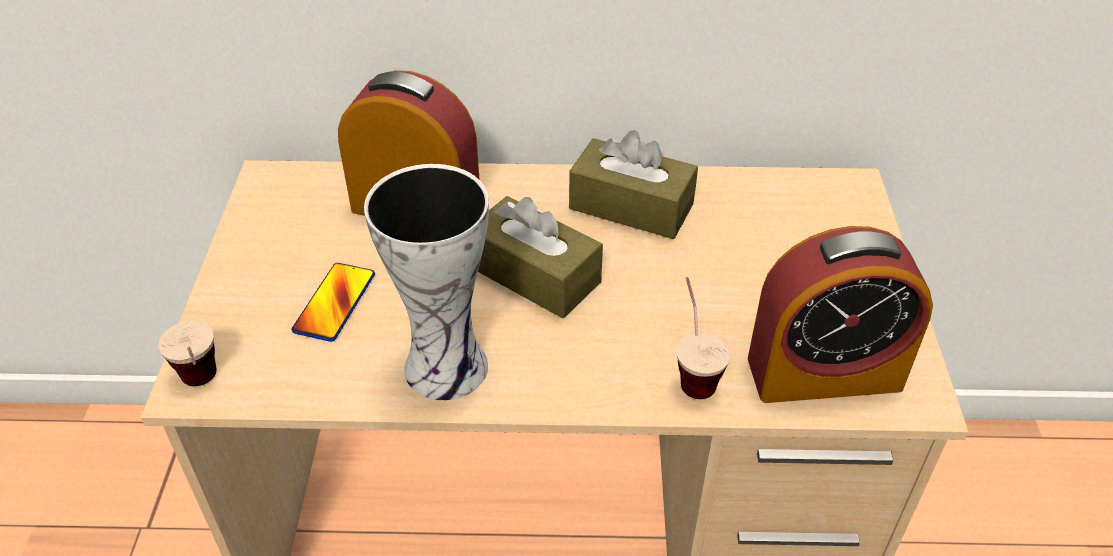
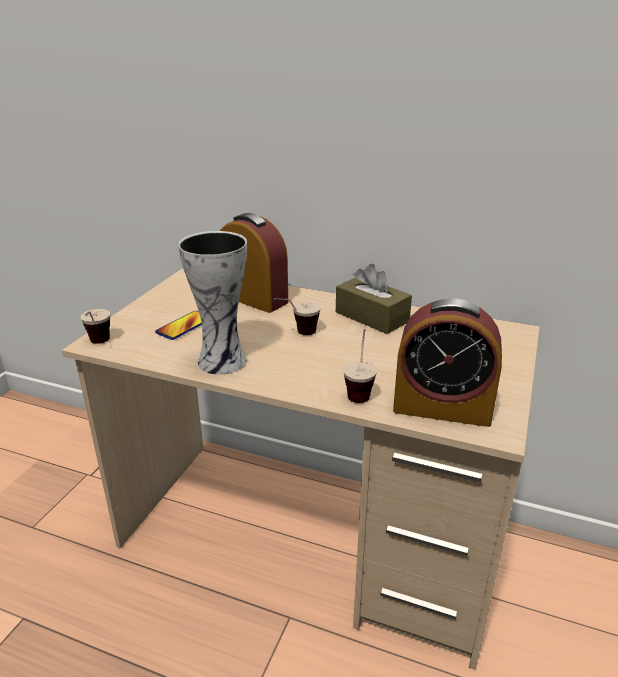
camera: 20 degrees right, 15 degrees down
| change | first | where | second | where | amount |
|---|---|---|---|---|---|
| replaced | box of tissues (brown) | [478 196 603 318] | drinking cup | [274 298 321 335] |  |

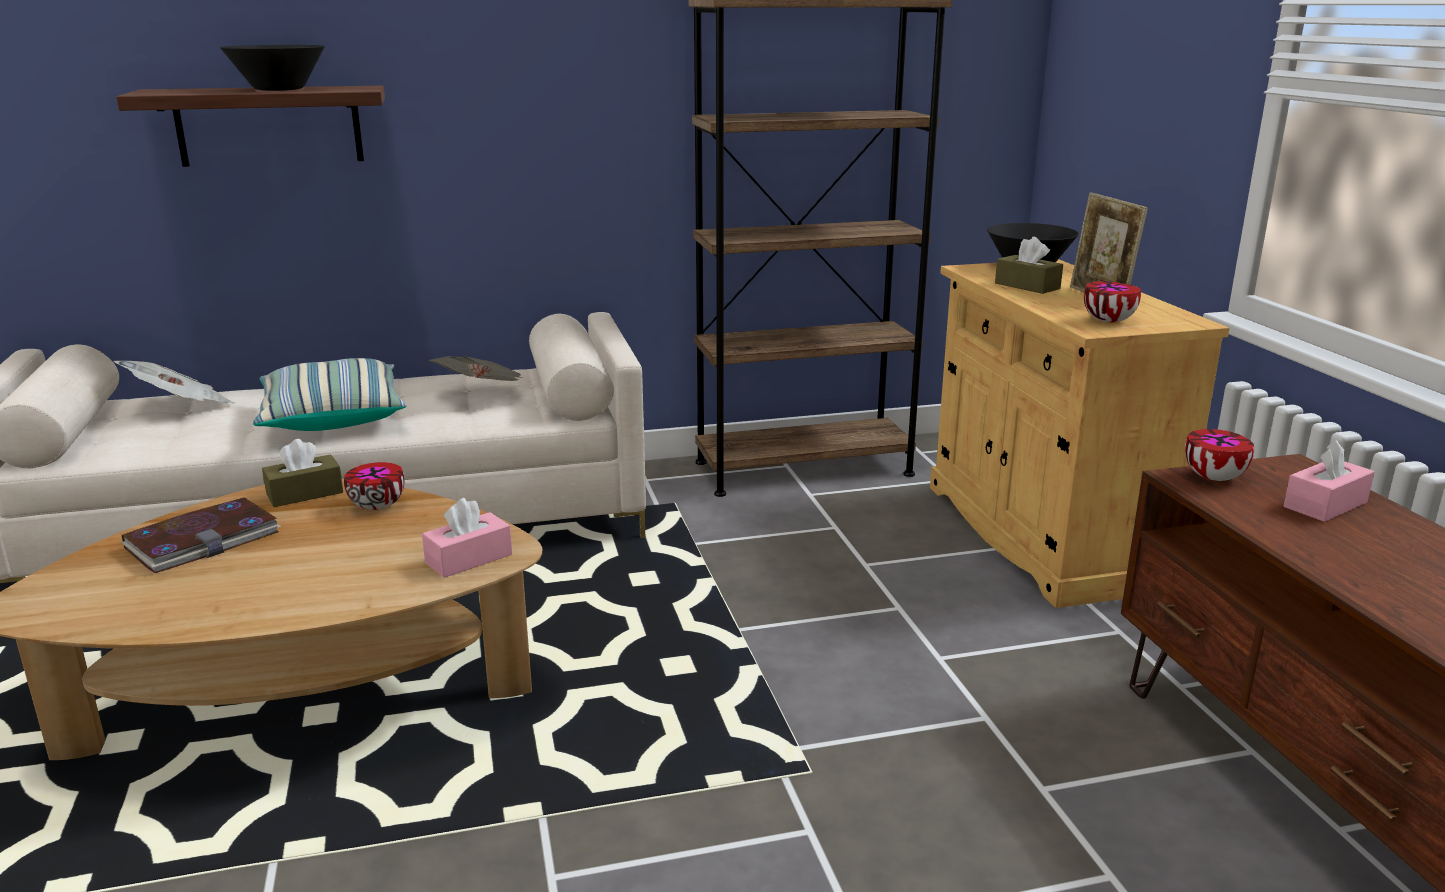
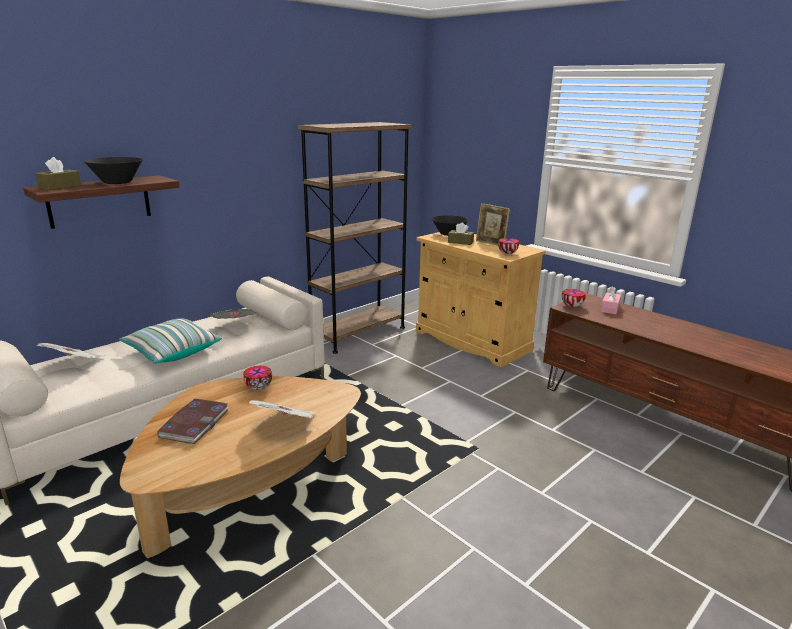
camera: 30 degrees left, 0 degrees up
| change | first | where | second | where | amount |
|---|---|---|---|---|---|
| moved | box of tissues (brown) | [262 439 343 507] |  | [35 157 81 190] |  |
| removed | box of tissues (pink-coloured) | [422 498 512 578] |  |  |  |
| added |  |  | newspaper | [249 400 316 418] |  |

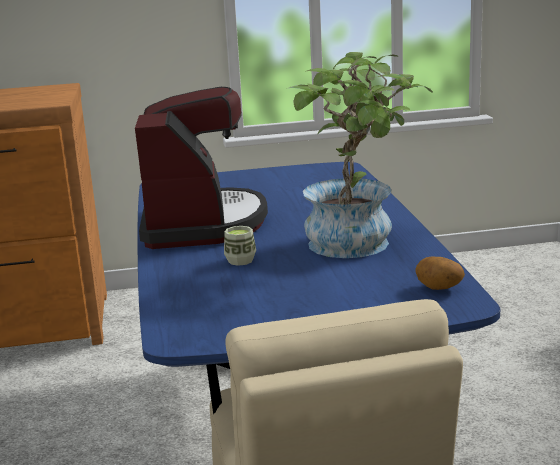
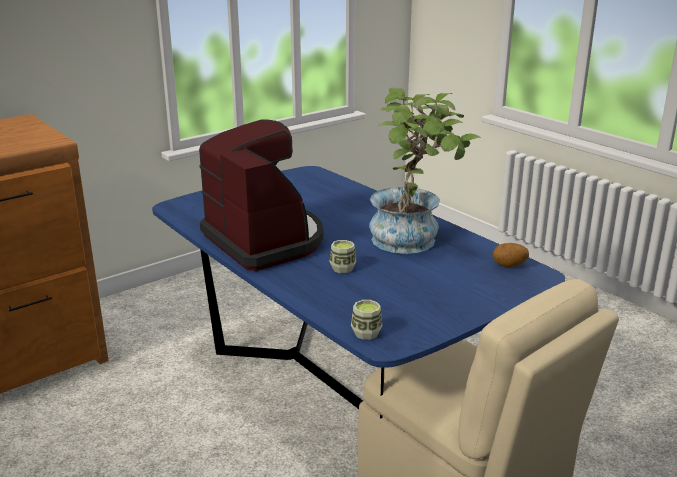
camera: 30 degrees left, 5 degrees up
| change | first | where | second | where | amount |
|---|---|---|---|---|---|
| added |  |  | drinking cup | [351 300 382 340] |  |

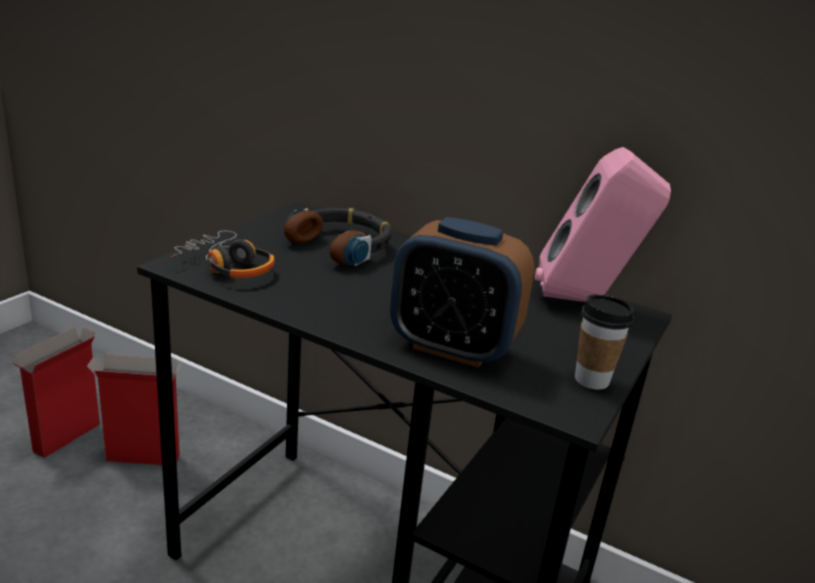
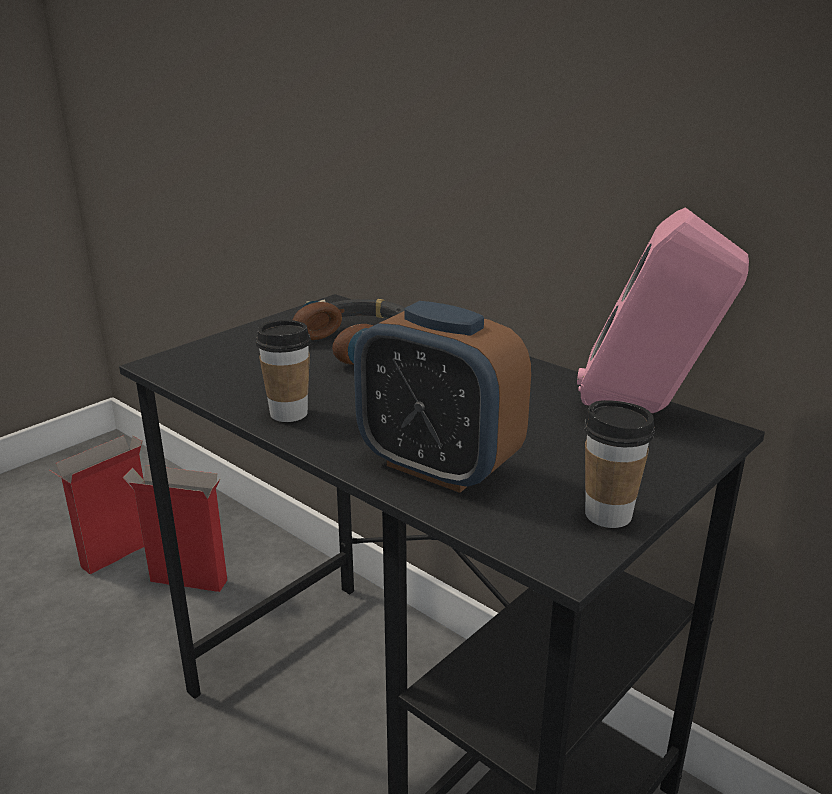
camera: 15 degrees right, 0 degrees up
| change | first | where | second | where | amount |
|---|---|---|---|---|---|
| removed | headphones | [171 231 275 278] |  |  |  |
| added |  |  | drinking cup | [256 320 311 422] |  |

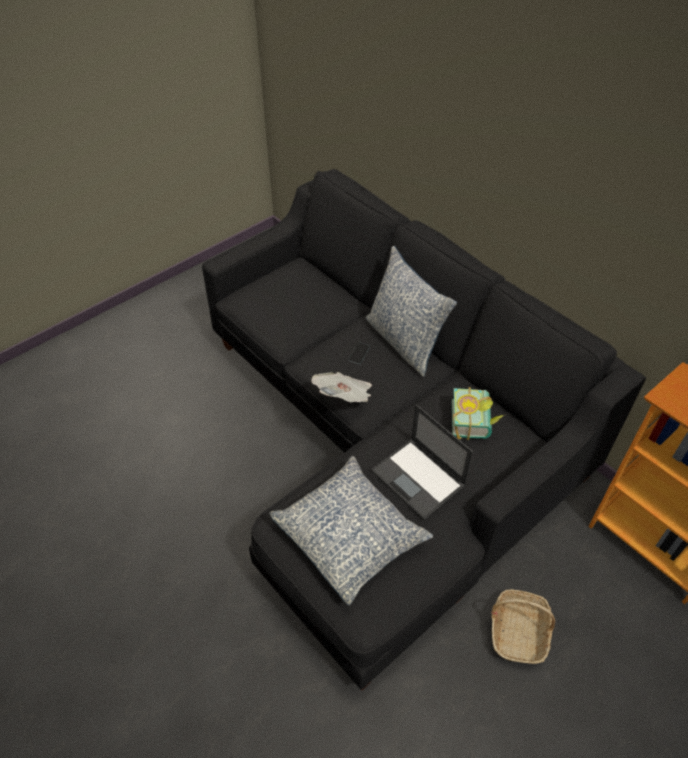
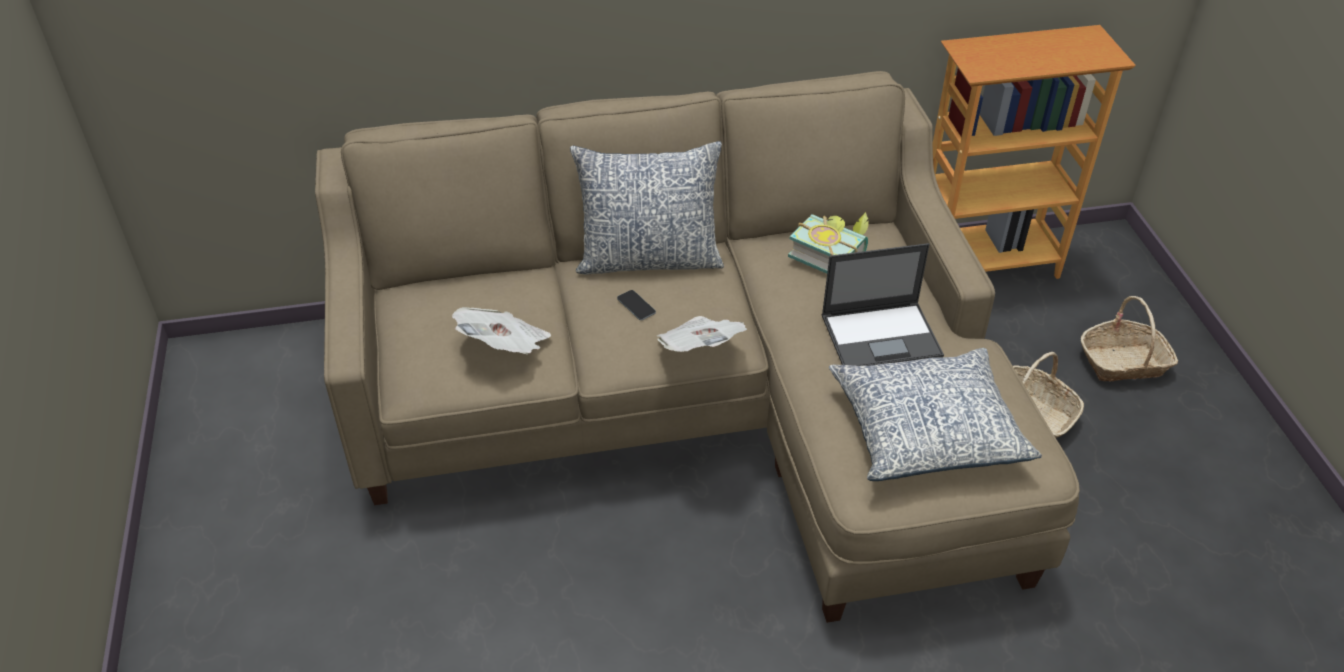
camera: 60 degrees left, 5 degrees down
| change | first | where | second | where | amount |
|---|---|---|---|---|---|
| recoloured | sofa (black-coloured) | [202 169 646 690] | sofa (beige) | [315 71 1080 623] |  |
| added |  |  | newspaper | [452 307 551 354] |  |
| added |  |  | household basket | [1081 296 1178 382] |  |

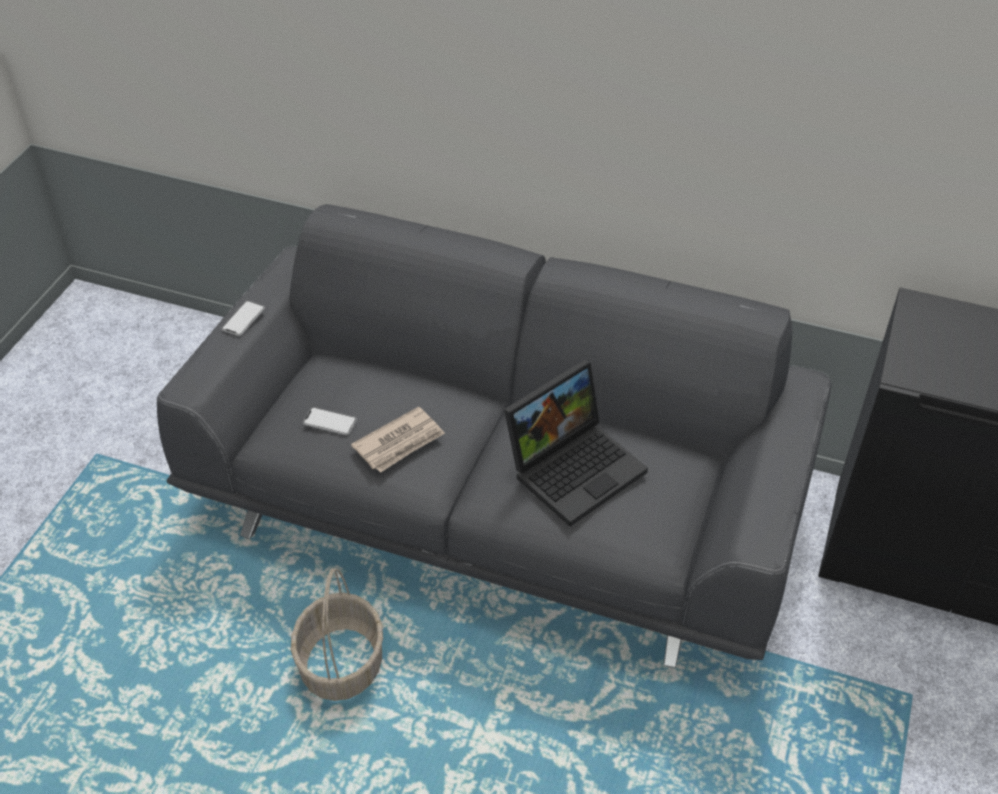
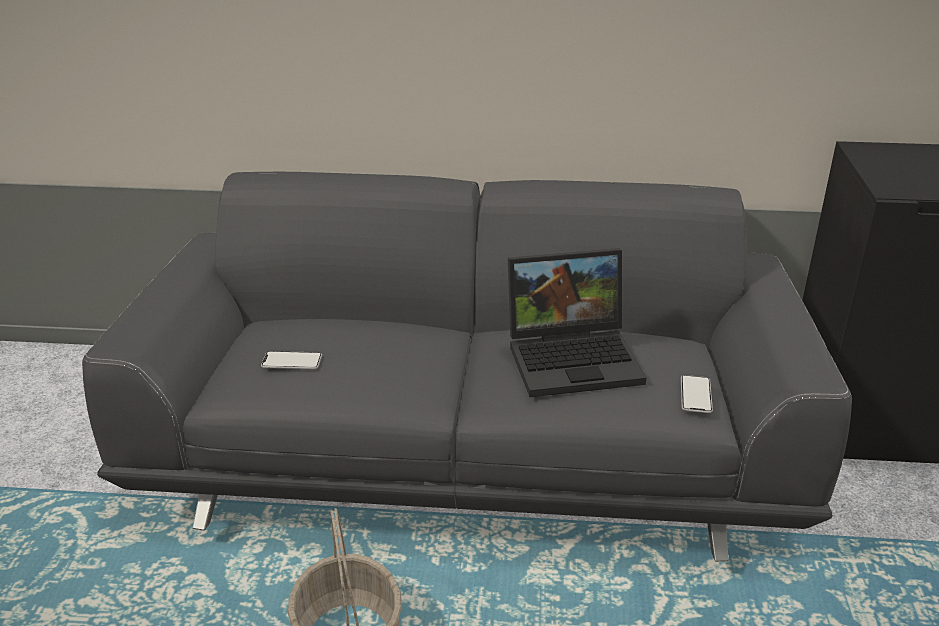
camera: 15 degrees left, 15 degrees down
| change | first | where | second | where | amount |
|---|---|---|---|---|---|
| moved | phone | [221 301 265 336] |  | [681 375 713 413] |  |
| removed | newspaper | [351 407 445 473] |  |  |  |
| turned | laptop | [504 360 648 526] |  | [508 248 646 397] | 45 degrees clockwise |

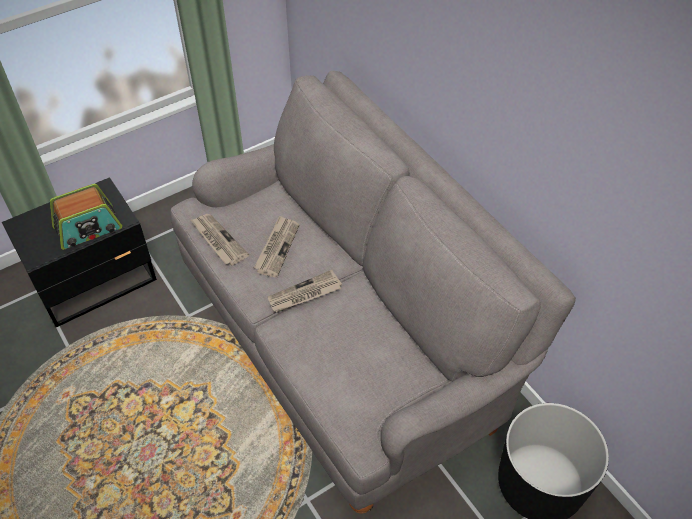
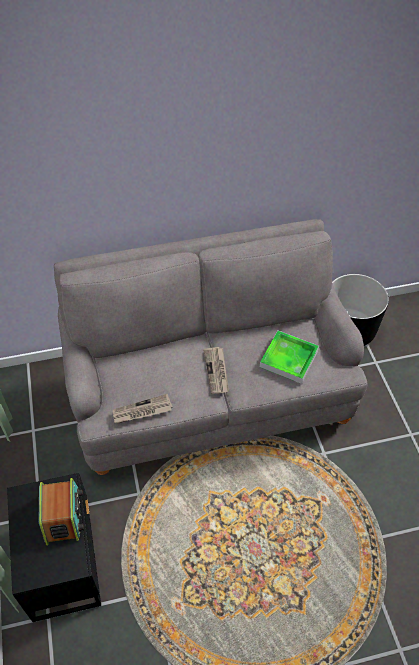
camera: 70 degrees left, 0 degrees up
| change | first | where | second | where | amount |
|---|---|---|---|---|---|
| removed | newspaper | [254 215 299 277] |  |  |  |
| added |  |  | serving tray | [260 331 319 384] |  |

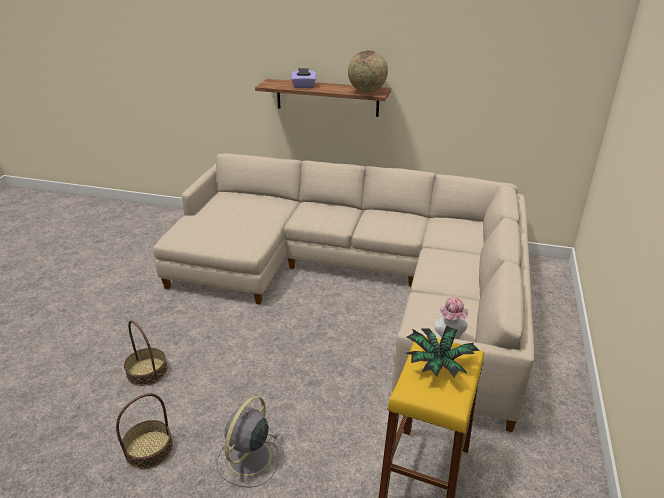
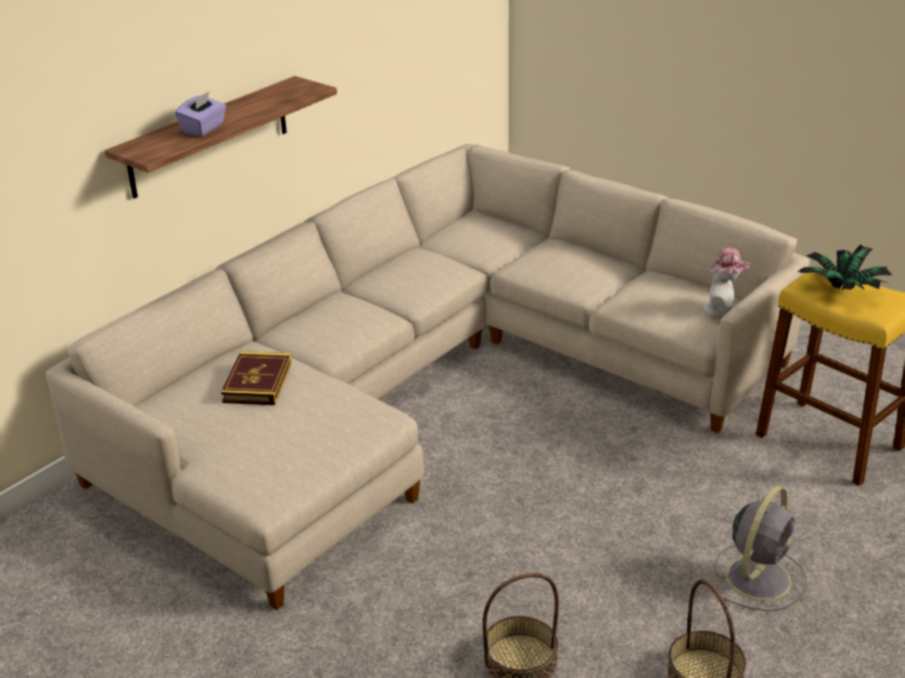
camera: 65 degrees left, 0 degrees up
| change | first | where | second | where | amount |
|---|---|---|---|---|---|
| turned | fan (gray) | [216 396 279 488] |  | [715 486 807 612] | 105 degrees counterclockwise |
| removed | desk globe | [348 50 388 92] |  |  |  |
| added |  |  | volume | [221 351 292 405] |  |

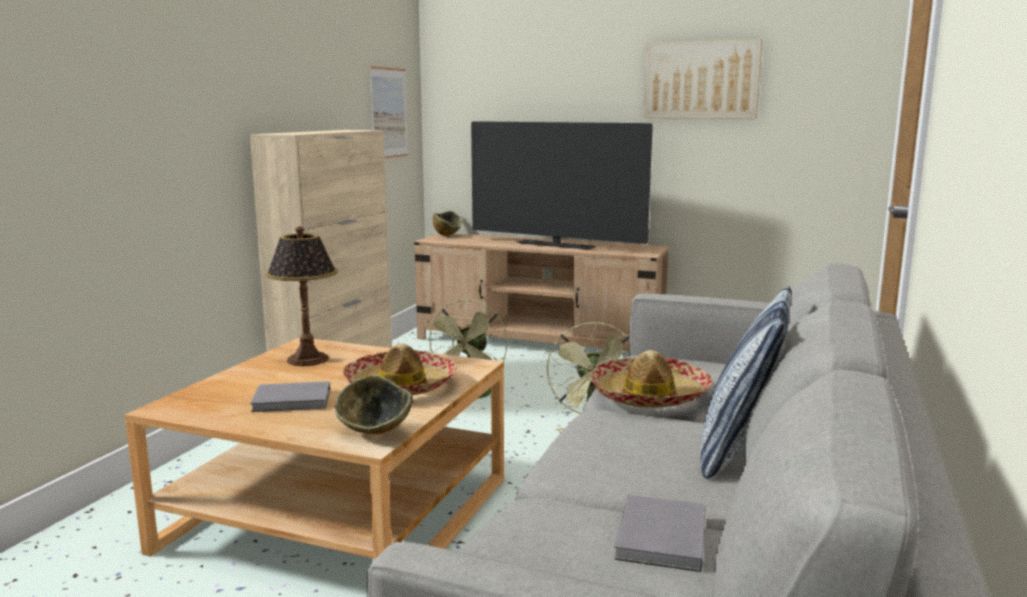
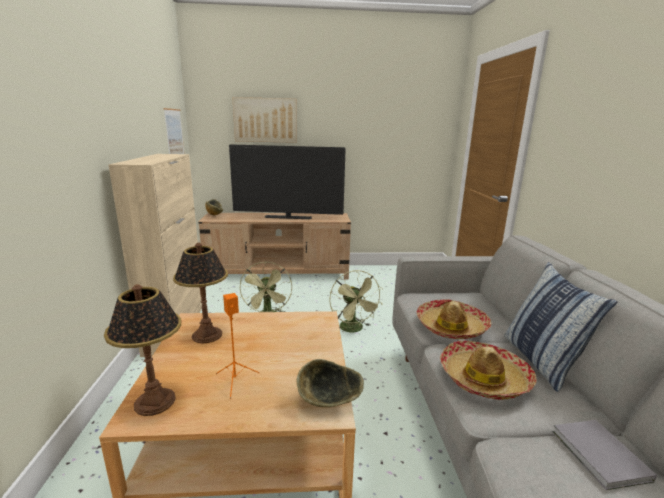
camera: 25 degrees left, 5 degrees up
| change | first | where | second | where | amount |
|---|---|---|---|---|---|
| replaced | volume (gray) | [250 381 330 412] | loudspeaker (orangey) | [216 293 260 399] |  |
| moved | clothing hat | [343 343 456 395] |  | [440 341 537 400] |  |
| moved | wall picture | [644 39 762 119] |  | [232 97 297 143] |  |
| added |  |  | tabletop lamp | [104 284 181 416] |  |

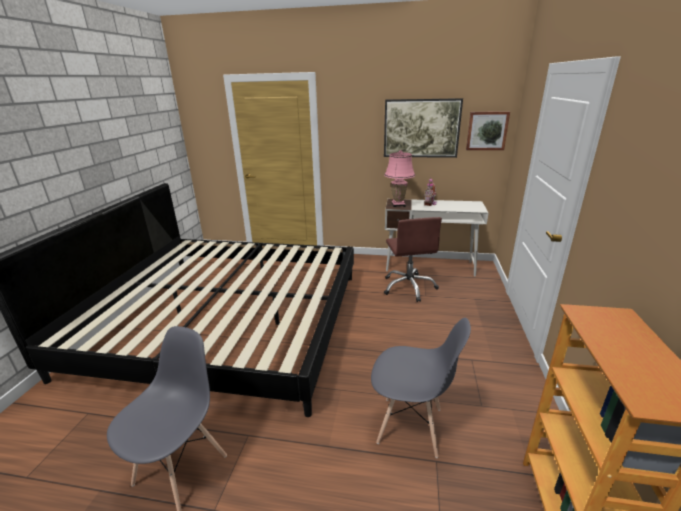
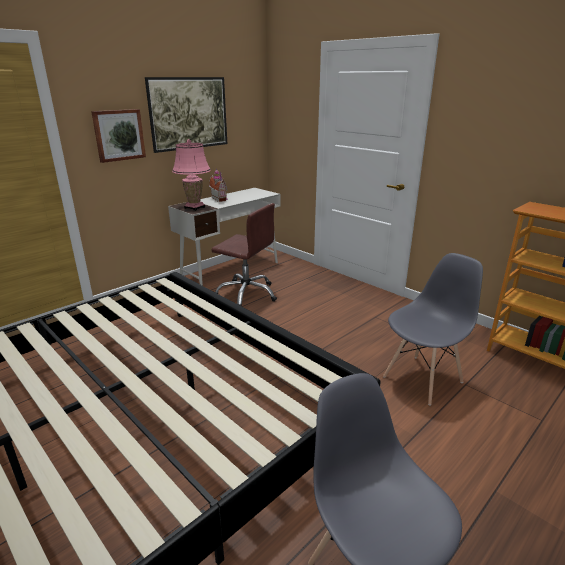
camera: 55 degrees left, 0 degrees up
| change | first | where | second | where | amount |
|---|---|---|---|---|---|
| moved | wall picture | [466 111 510 150] |  | [91 109 146 163] |  |

